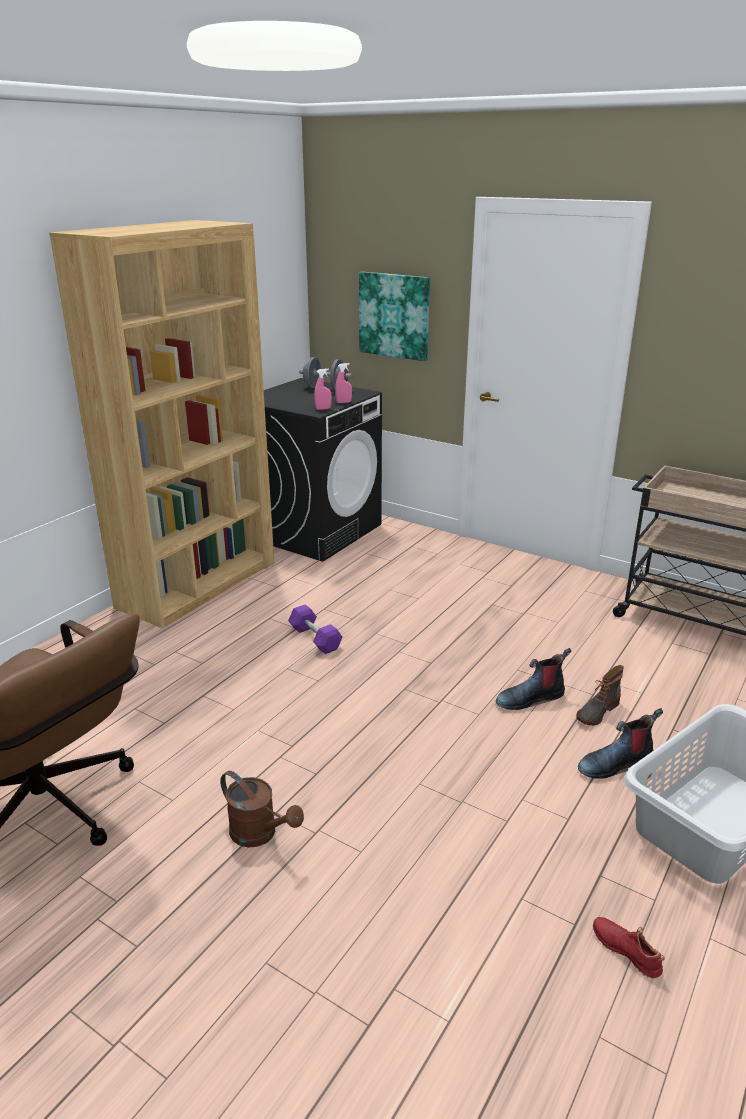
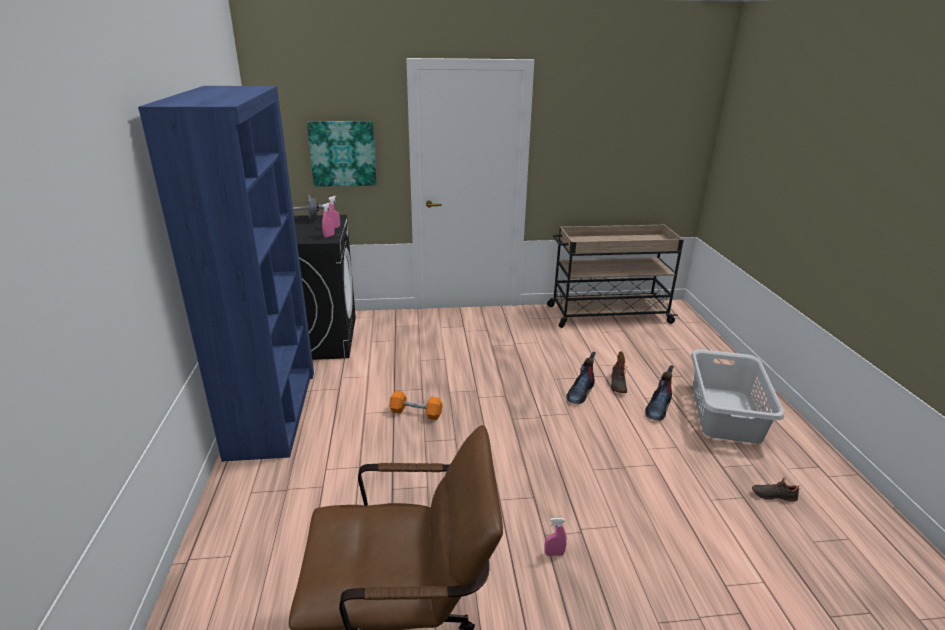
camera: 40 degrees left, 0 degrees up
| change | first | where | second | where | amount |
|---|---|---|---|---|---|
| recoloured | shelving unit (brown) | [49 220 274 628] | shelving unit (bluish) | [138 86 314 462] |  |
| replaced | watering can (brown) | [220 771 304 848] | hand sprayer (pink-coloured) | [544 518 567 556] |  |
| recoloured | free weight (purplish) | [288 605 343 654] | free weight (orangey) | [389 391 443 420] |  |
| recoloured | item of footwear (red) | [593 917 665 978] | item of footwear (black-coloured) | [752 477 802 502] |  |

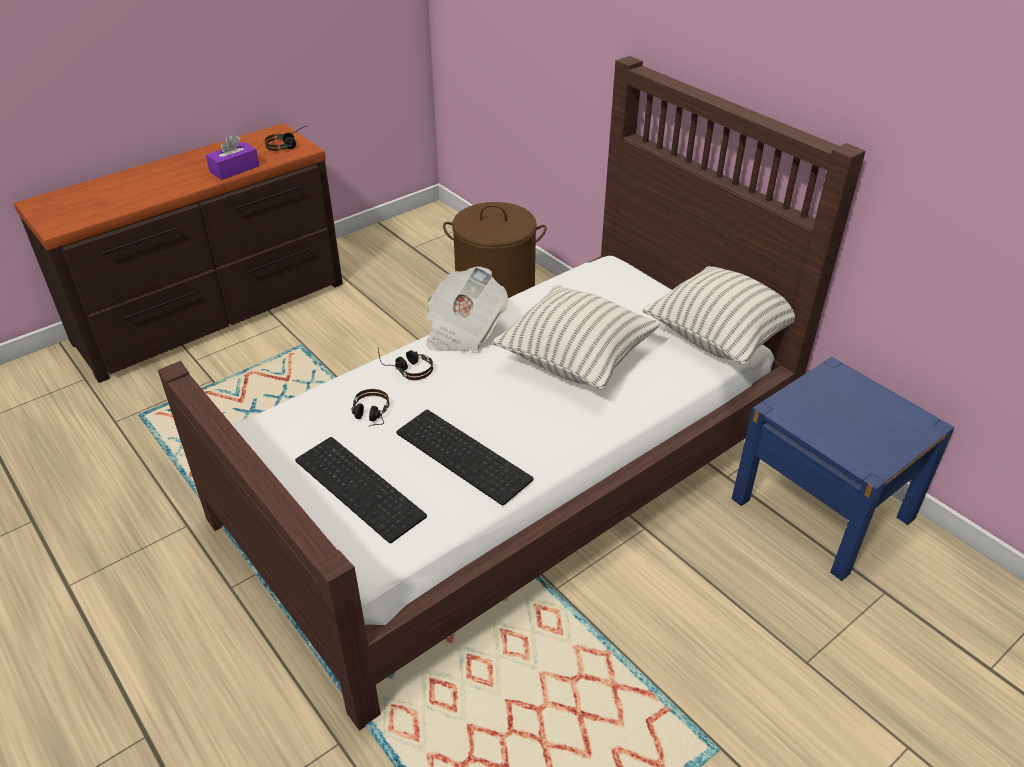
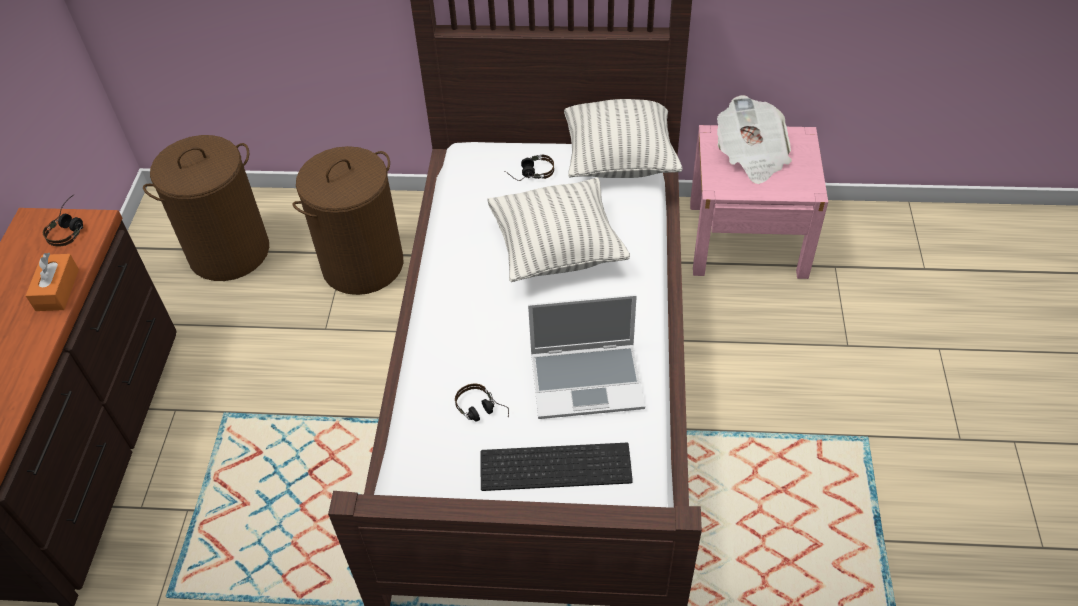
camera: 45 degrees left, 10 degrees up
| change | first | where | second | where | amount |
|---|---|---|---|---|---|
| recoloured | box of tissues (purplish) | [206 135 260 180] | box of tissues (orangey) | [26 252 79 311] |  |
| moved | headphones | [378 348 433 380] |  | [504 155 554 181] |  |
| replaced | PC keyboard | [396 410 533 506] | laptop | [528 294 645 419] |  |
| moved | newspaper | [425 266 508 351] |  | [717 95 792 184] |  |
| recoloured | bedside table (bluish) | [732 357 954 581] | bedside table (pink-coloured) | [690 125 828 279] |  |
| added |  |  | hamper (brown) | [143 135 269 281] |  |

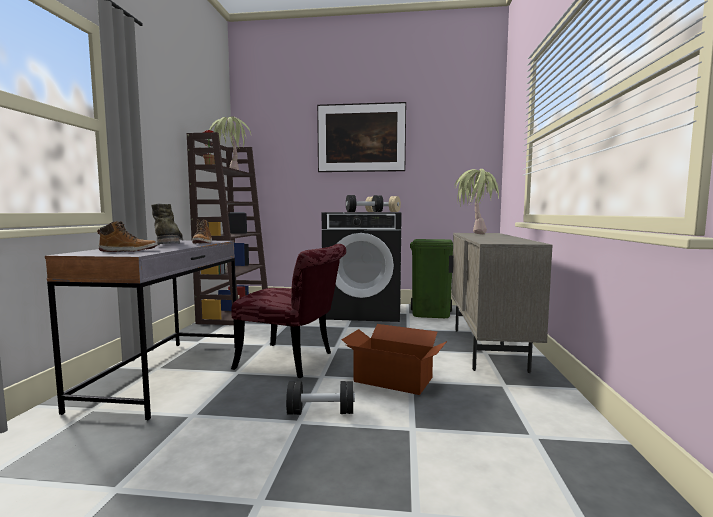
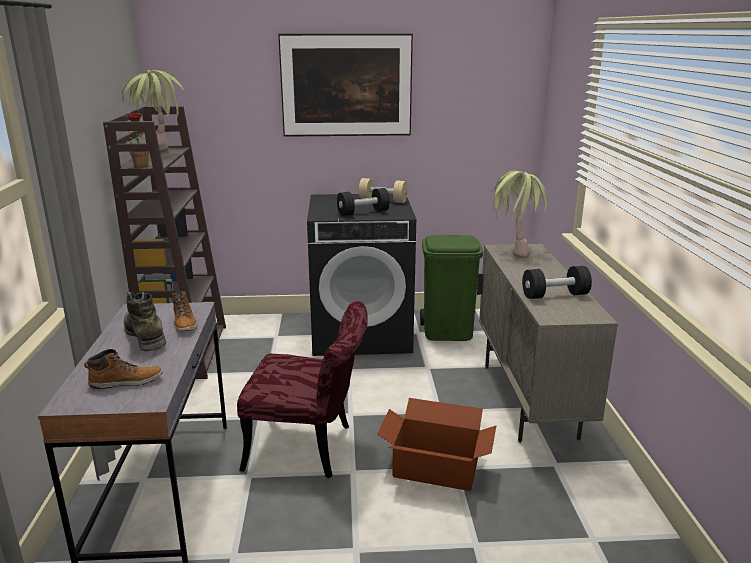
camera: 10 degrees left, 15 degrees up
| change | first | where | second | where | amount |
|---|---|---|---|---|---|
| moved | free weight (black-coloured) | [286 381 355 415] |  | [522 266 592 299] |  |

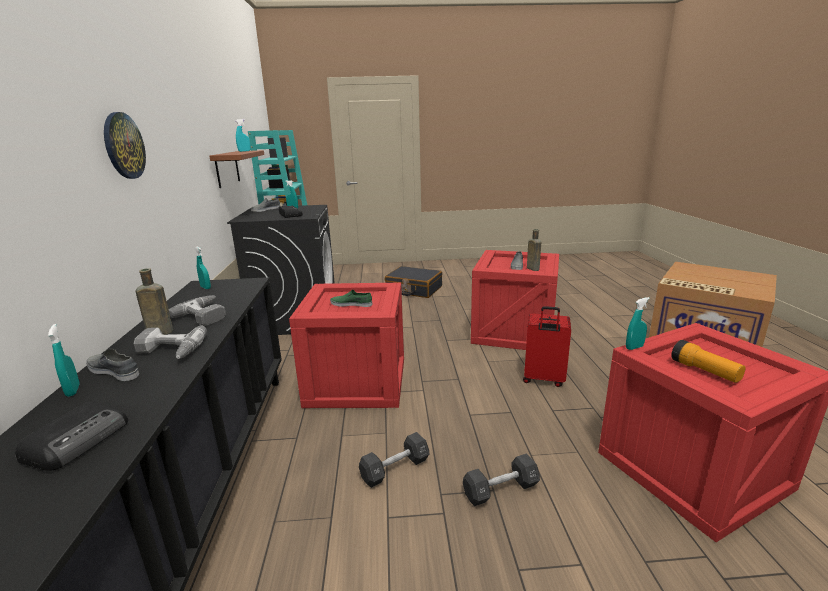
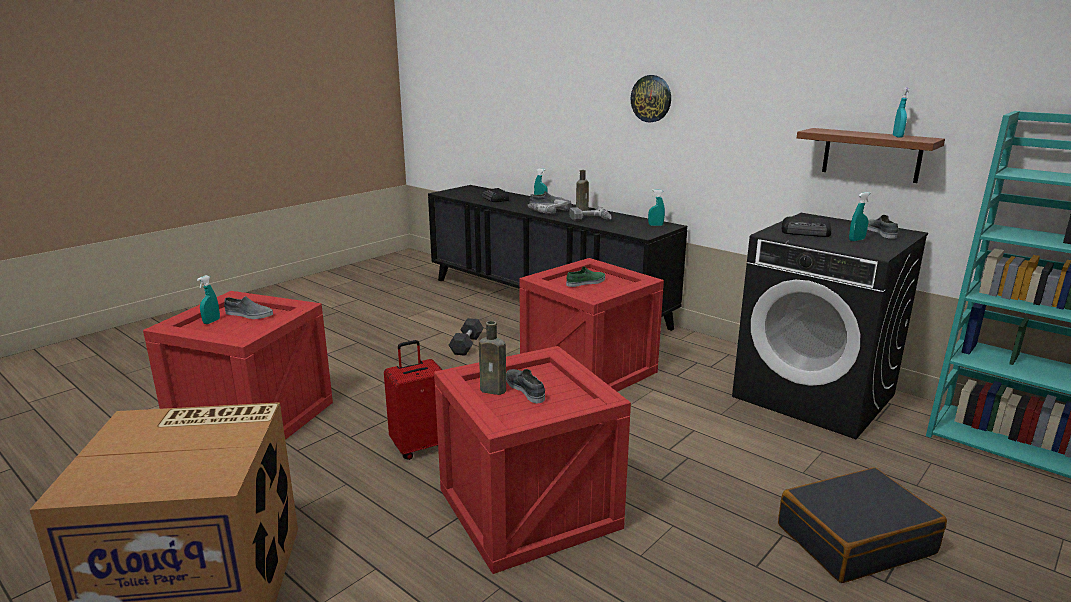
camera: 135 degrees right, 0 degrees up
| change | first | where | second | where | amount |
|---|---|---|---|---|---|
| removed | free weight (black-coloured) | [463 453 540 506] |  |  |  |
| moved | hand sprayer (turquoise-coloured) | [626 297 650 350] |  | [197 275 220 324] |  |
| replaced | hand torch | [671 340 746 383] | item of footwear (gray) | [224 296 273 319] |  |

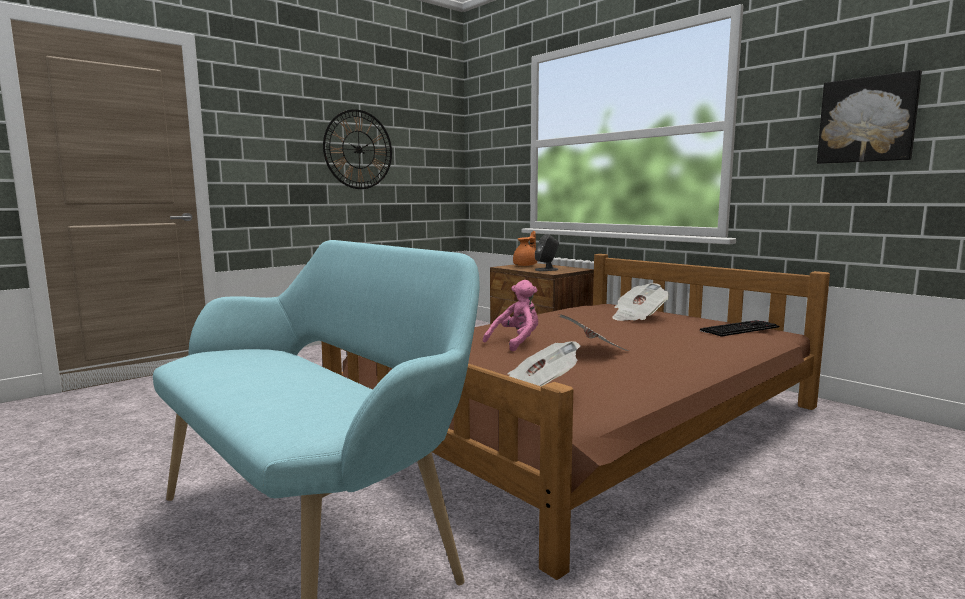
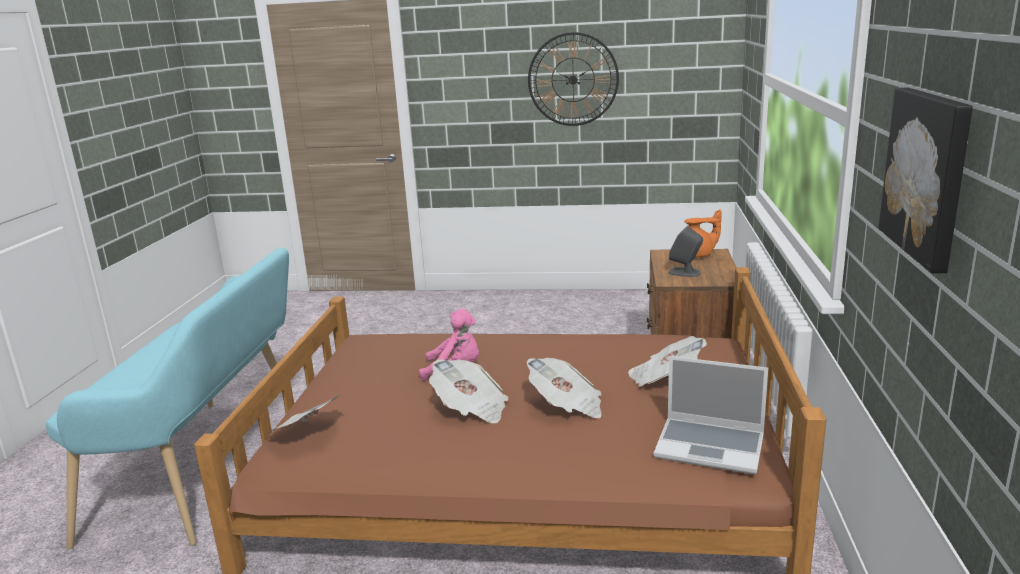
camera: 50 degrees right, 10 degrees up
| change | first | where | second | where | amount |
|---|---|---|---|---|---|
| replaced | PC keyboard | [700 320 779 337] | laptop | [654 356 768 474] |  |
| added |  |  | newspaper | [527 358 602 418] |  |

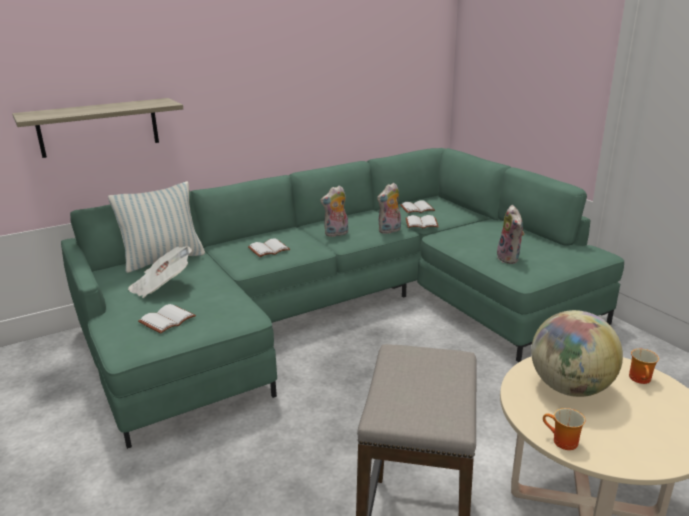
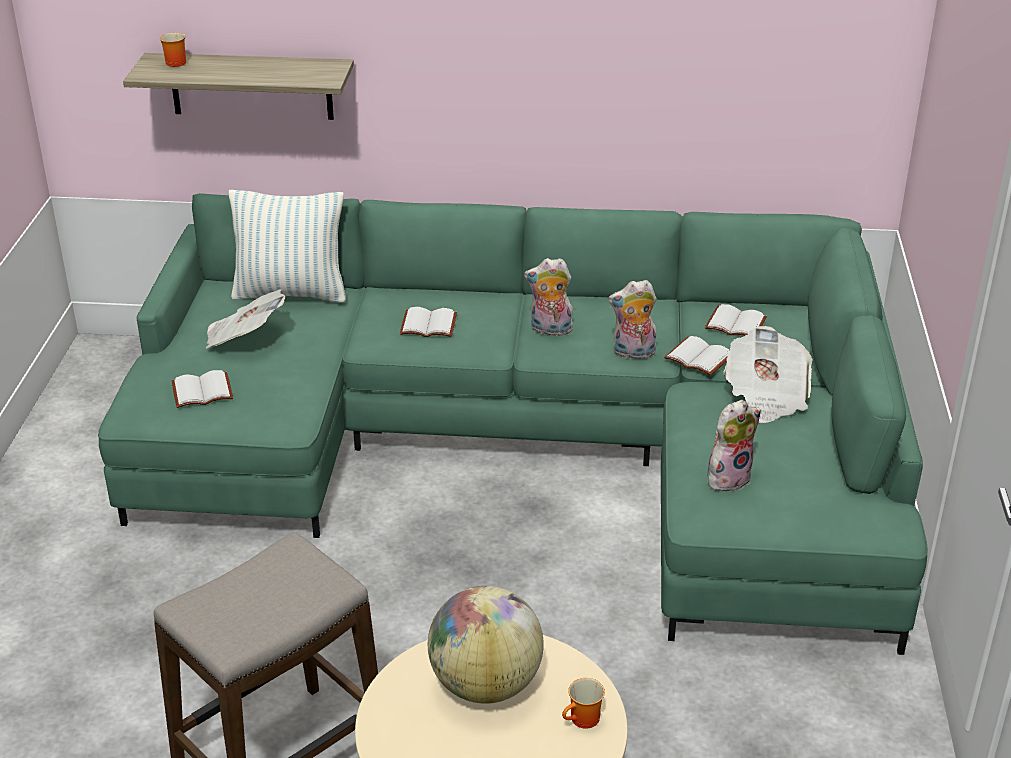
camera: 35 degrees right, 10 degrees up
| change | first | where | second | where | amount |
|---|---|---|---|---|---|
| turned | cuddly toy | [497 205 525 264] |  | [707 400 761 494] | 150 degrees counterclockwise |
| moved | coffee mug | [543 408 585 450] |  | [159 33 186 67] |  |
| added |  |  | newspaper | [723 326 812 423] |  |

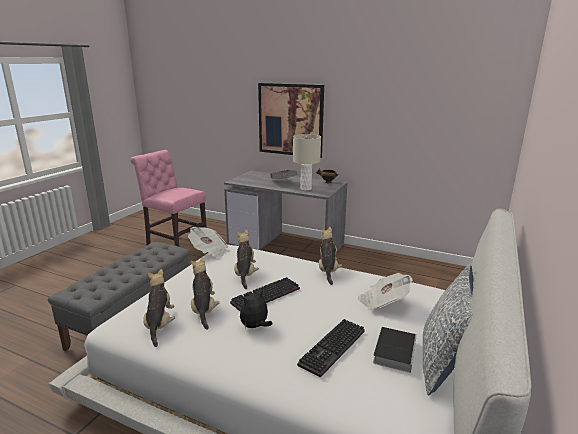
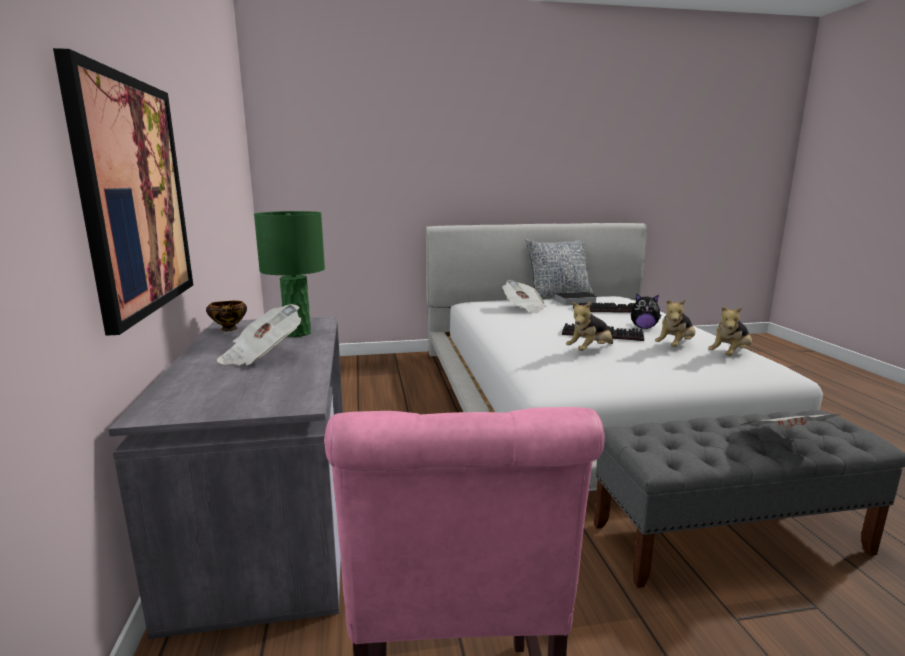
camera: 125 degrees left, 5 degrees down
| change | first | where | second | where | amount |
|---|---|---|---|---|---|
| moved | newspaper | [188 227 228 258] |  | [739 414 840 429] |  |
| recoloured | tabletop lamp (beige) | [293 134 321 190] | tabletop lamp (green-coloured) | [254 211 325 337] |  |
| removed | cuddly toy | [319 227 342 285] |  |  |  |

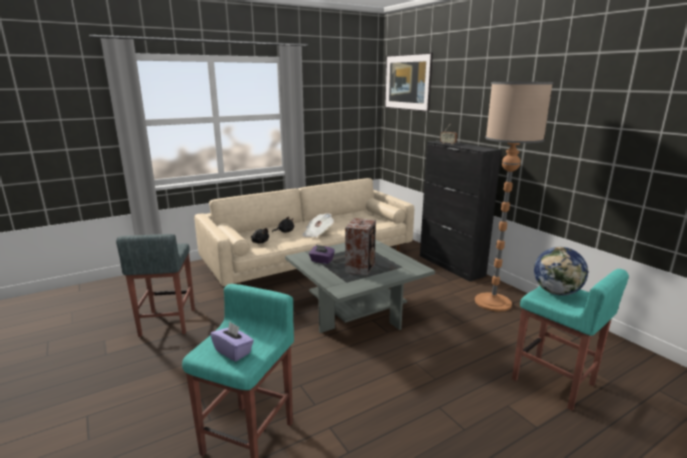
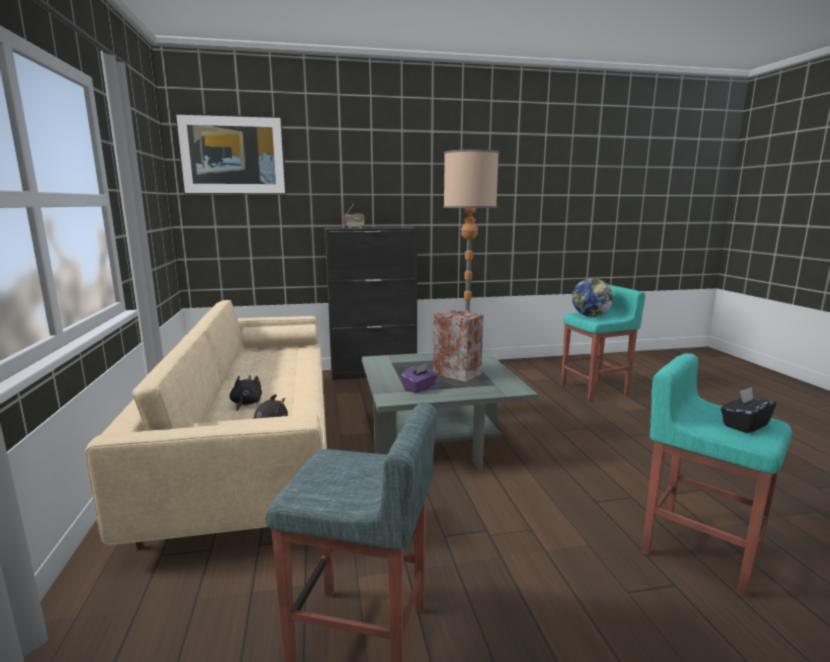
camera: 70 degrees left, 5 degrees down
| change | first | where | second | where | amount |
|---|---|---|---|---|---|
| recoloured | box of tissues (purplish) | [210 322 254 362] | box of tissues (black-coloured) | [721 387 776 433] |  |
| removed | newspaper | [302 213 334 237] |  |  |  |

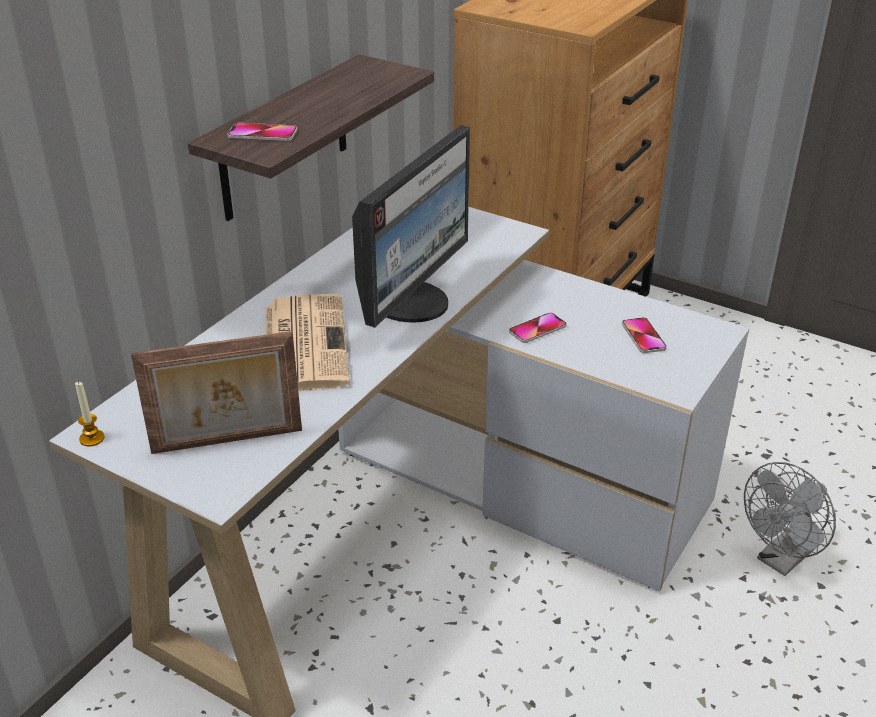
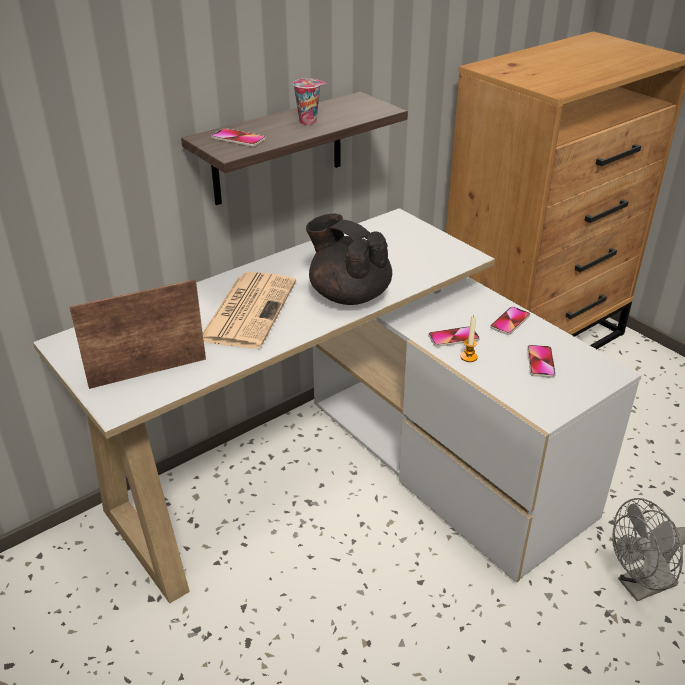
camera: 20 degrees right, 0 degrees up
| change | first | where | second | where | amount |
|---|---|---|---|---|---|
| moved | wax candle | [75 381 105 446] |  | [460 315 478 362] |  |
| turned | picture frame | [131 331 302 454] |  | [69 279 206 389] | 150 degrees clockwise |
| replaced | computer display | [352 125 470 328] | pot for tea (black-coloured) | [306 214 392 305] |  |
| added |  |  | drinking cup | [293 78 326 125] |  |
| added |  |  | phone | [490 307 530 335] |  |

